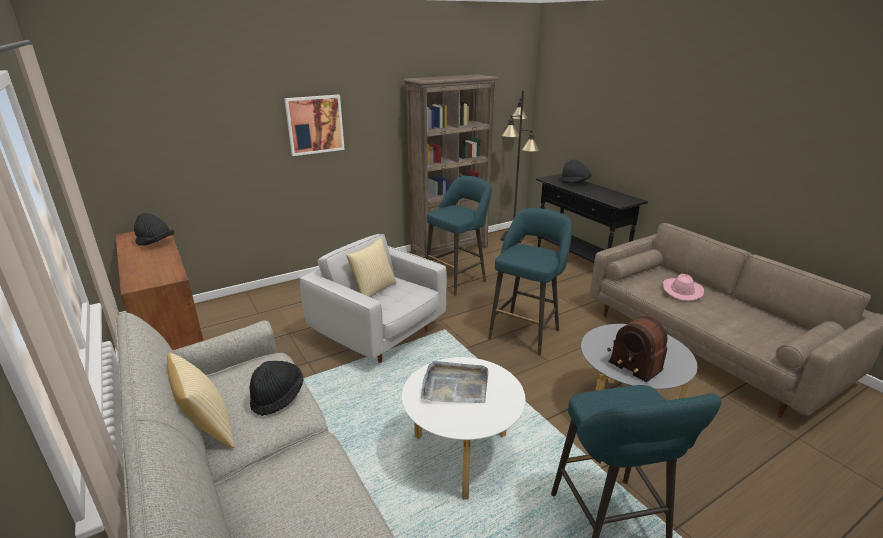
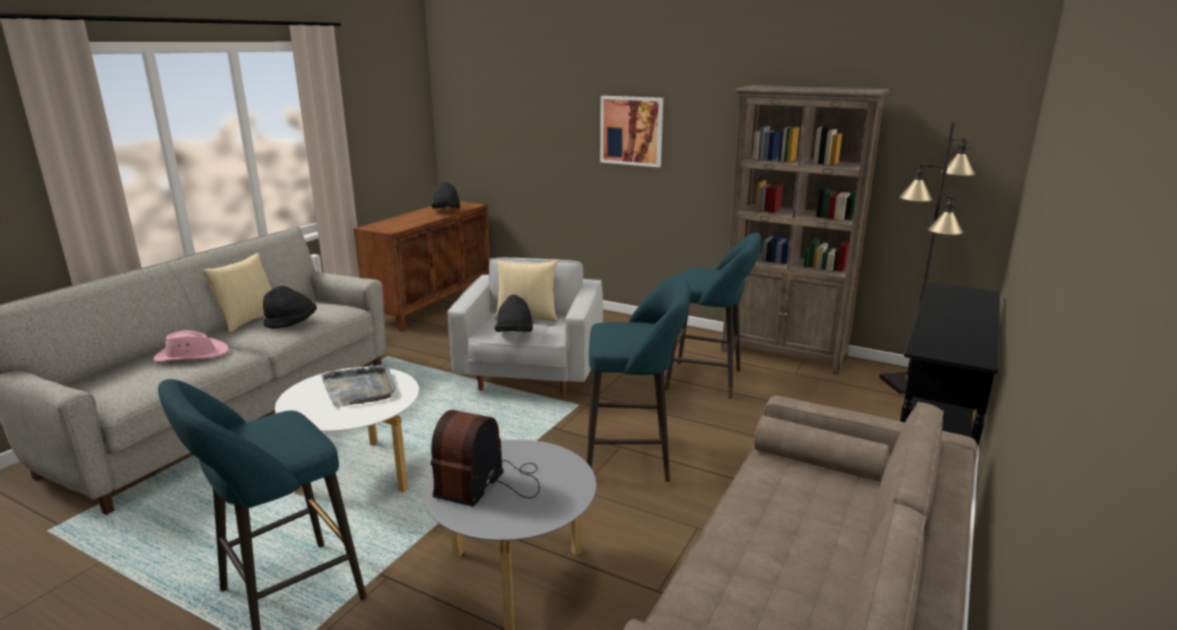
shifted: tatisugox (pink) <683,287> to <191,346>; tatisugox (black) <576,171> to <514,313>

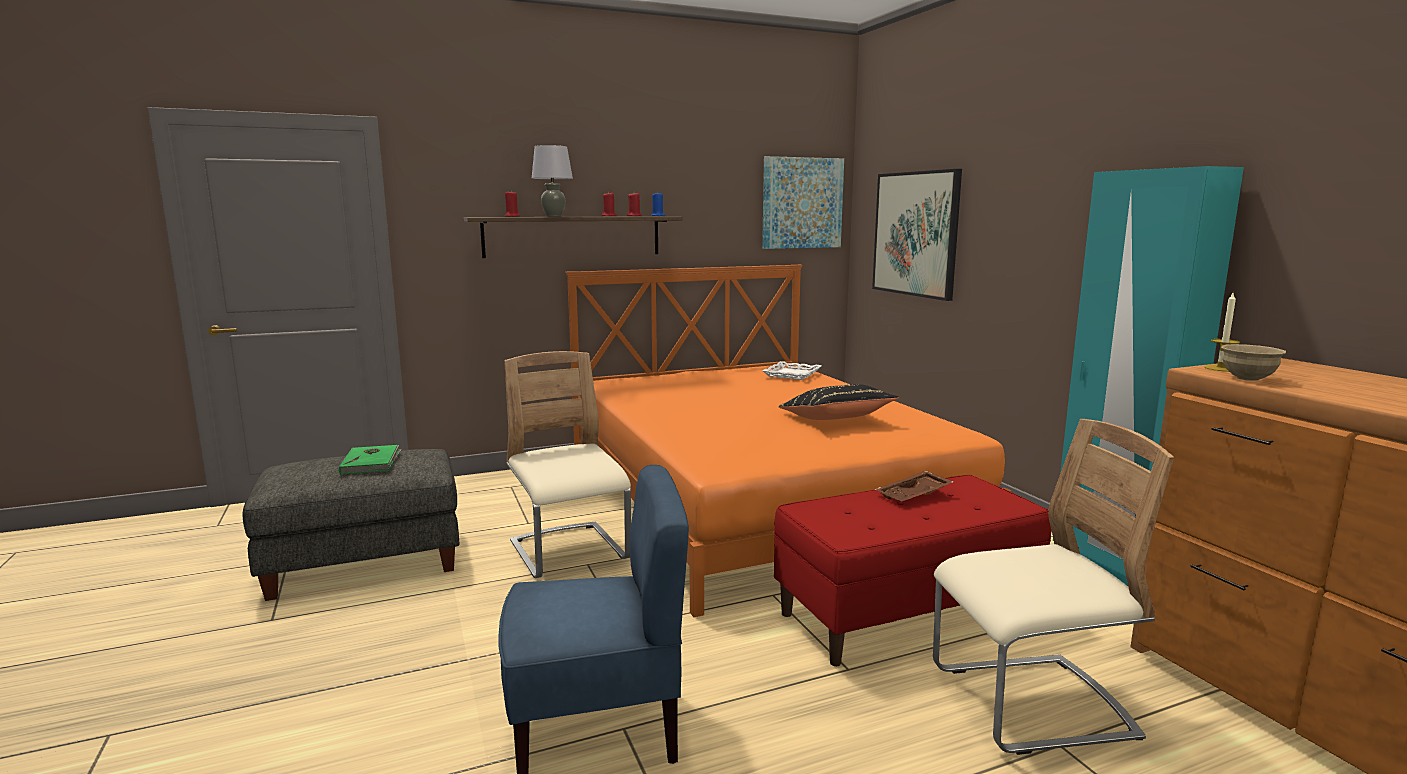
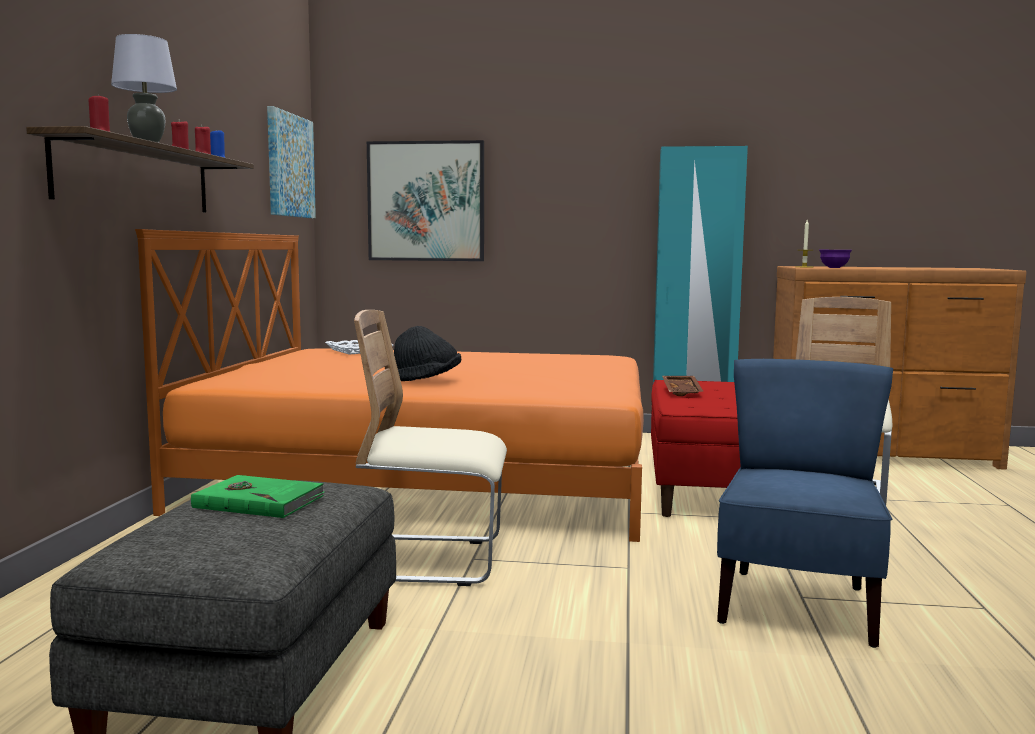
gone: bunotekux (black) <839,402>
new: tatisugox (black) <427,353>
repainted: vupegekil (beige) <1253,362> to vupegekil (purple) <835,259>

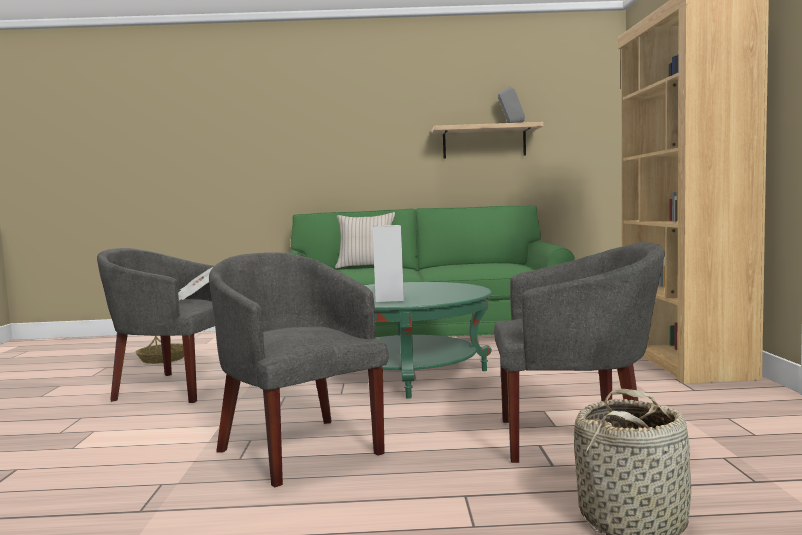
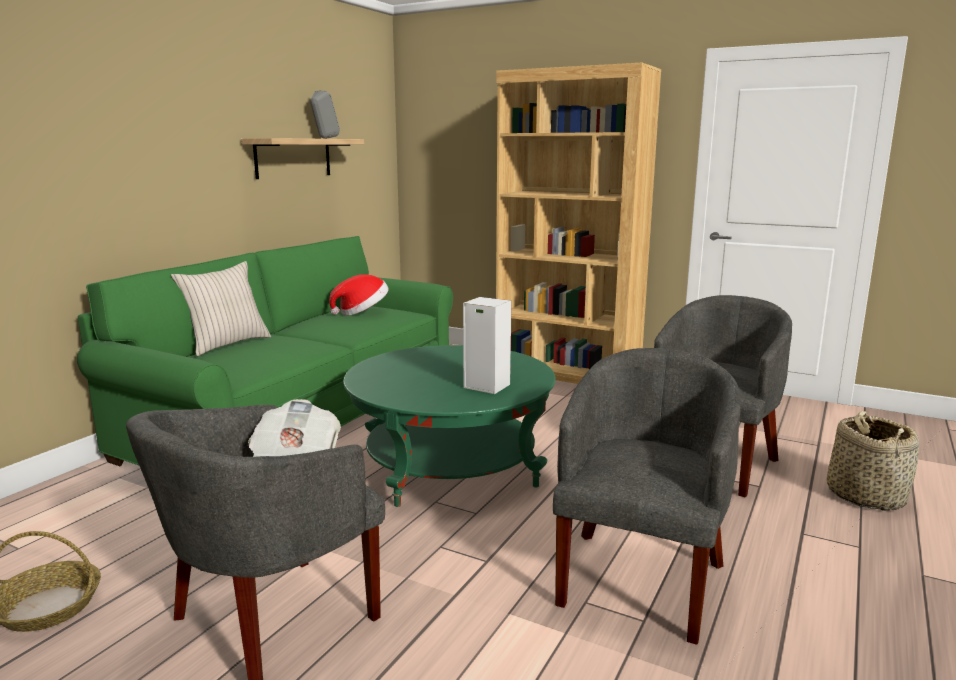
new: tatisugox <359,295>
rotated: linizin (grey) <298,369> = <646,496> 120 degrees clockwise

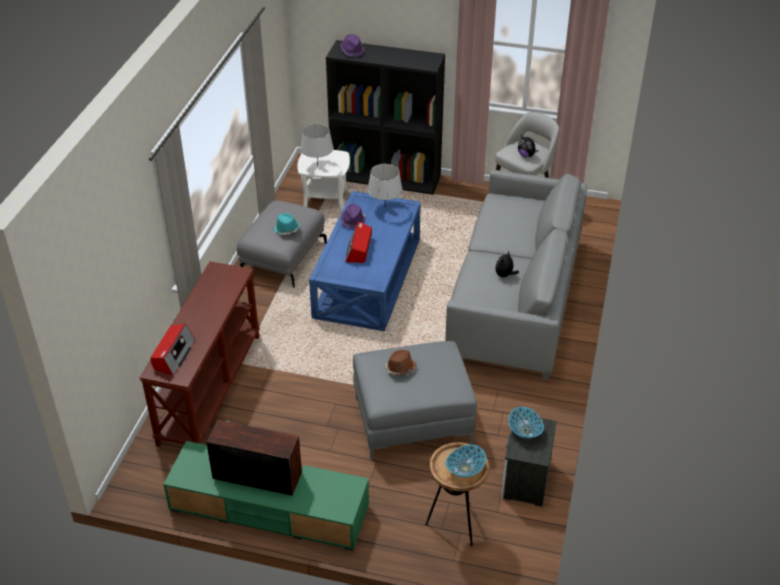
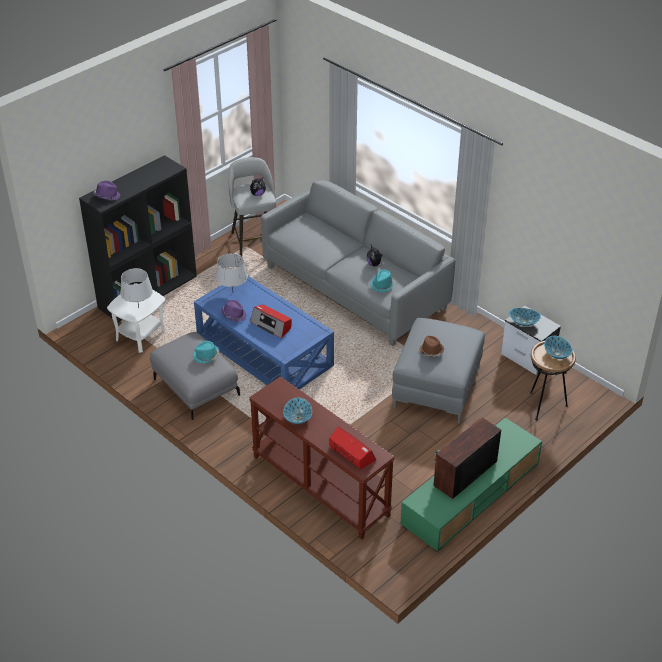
new: vupegekil <297,411>; tatisugox (turquoise) <382,281>

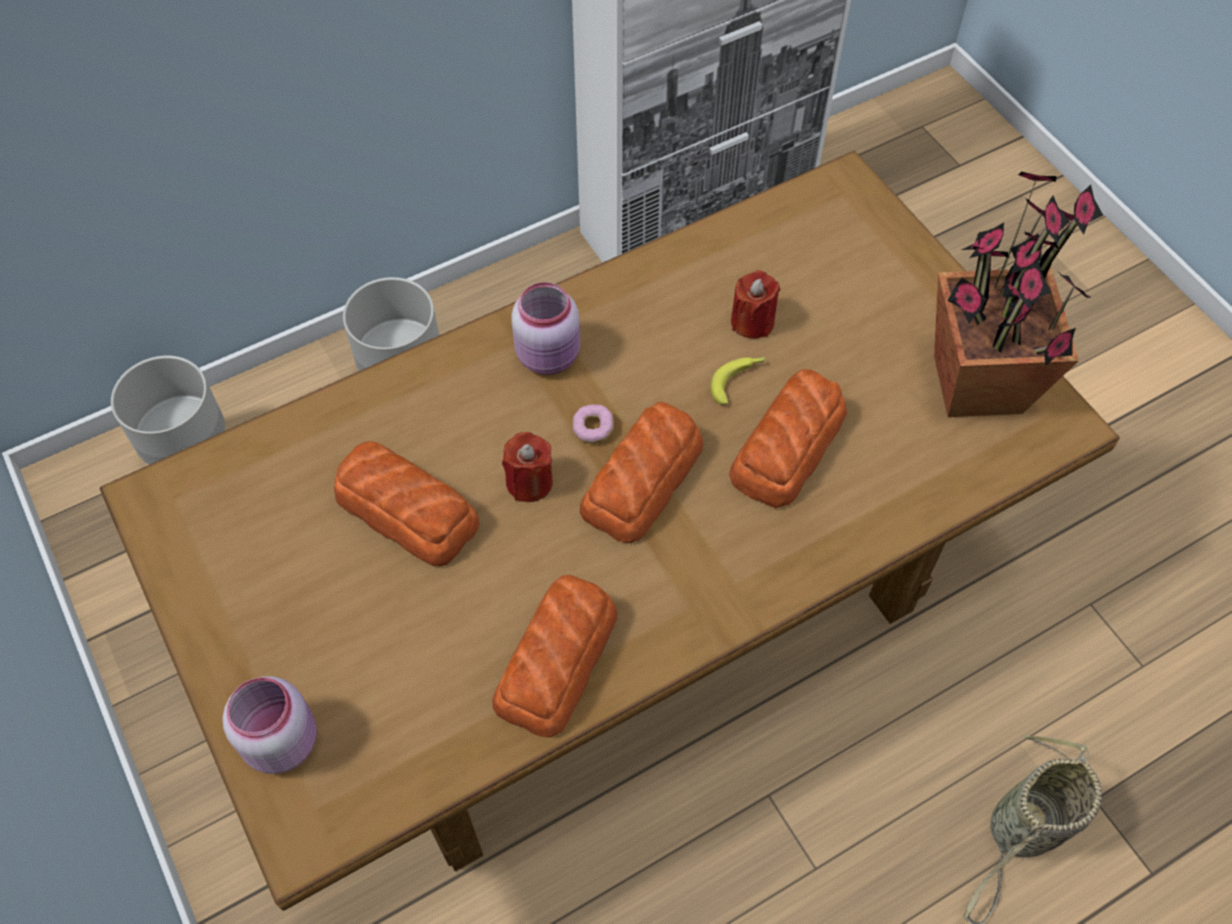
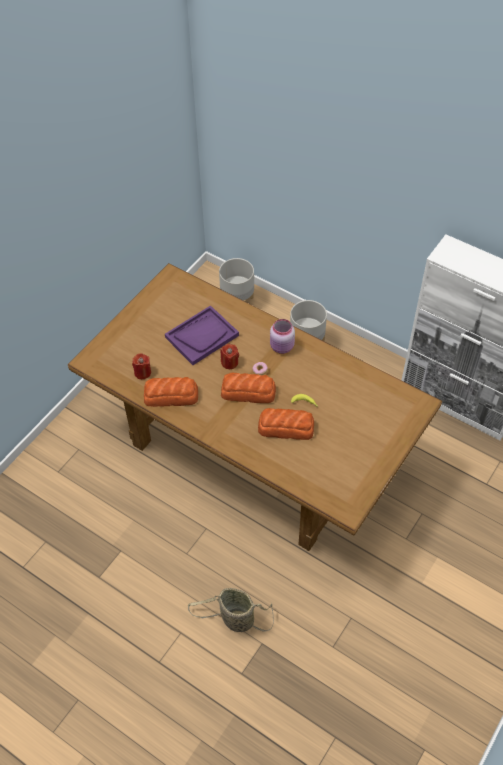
gone: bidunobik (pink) <270,725>; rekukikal <1018,294>
shifted: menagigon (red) <756,304> to <141,366>
swapped: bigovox <406,503> to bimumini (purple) <202,335>

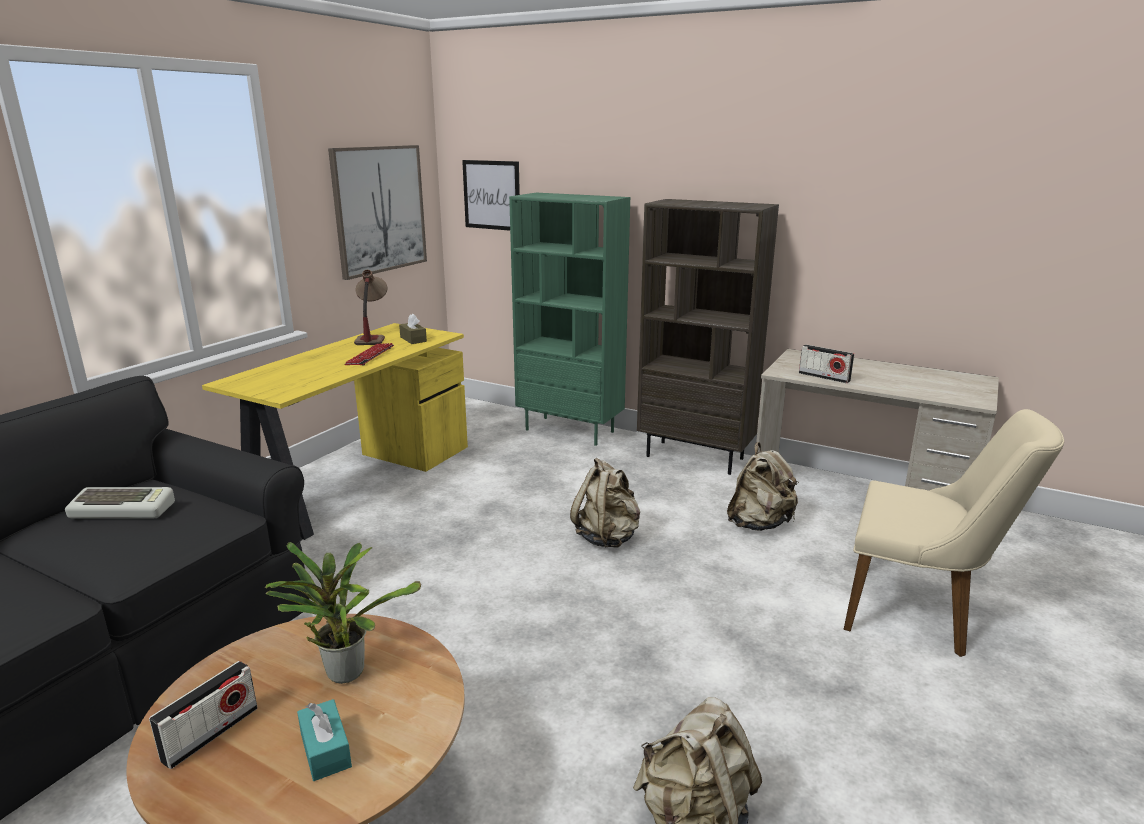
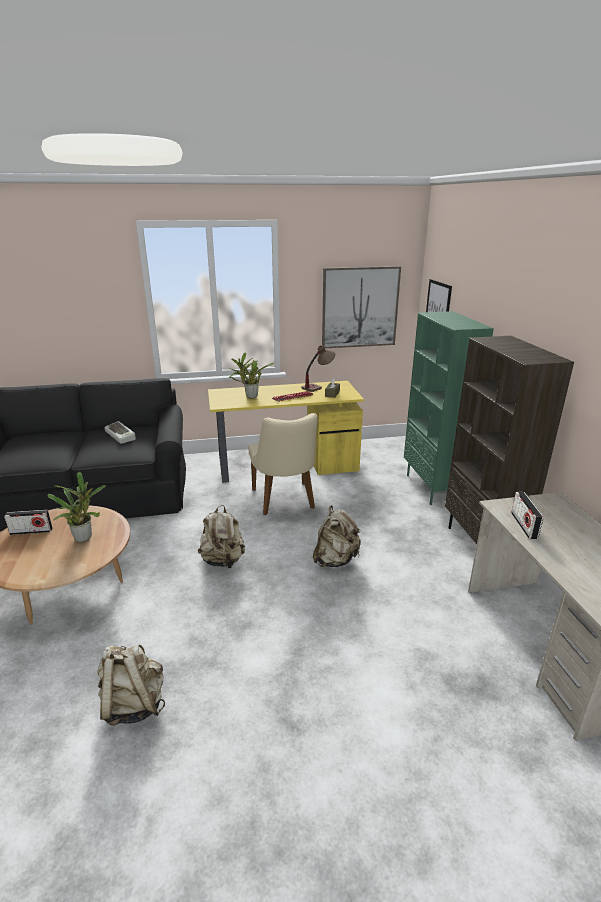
gone: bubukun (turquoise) <324,740>
new: rekukikal <252,375>
shifted: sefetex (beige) <763,486> to <221,537>; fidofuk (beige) <953,533> to <283,464>

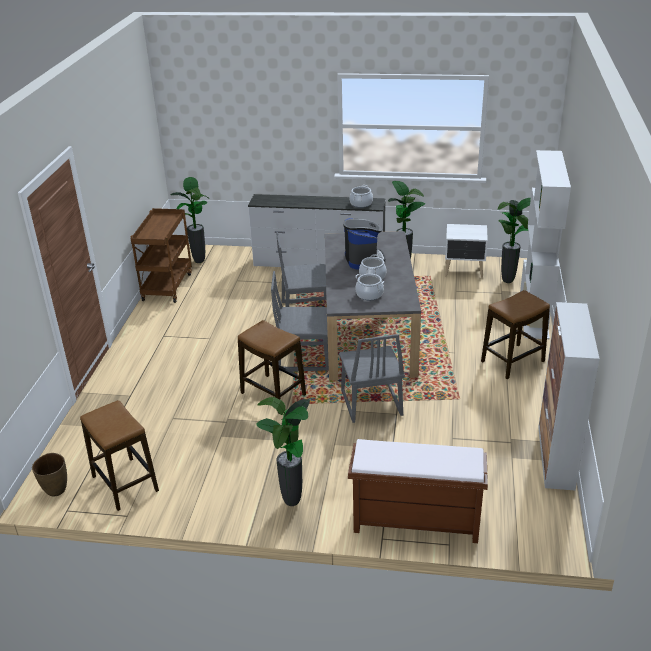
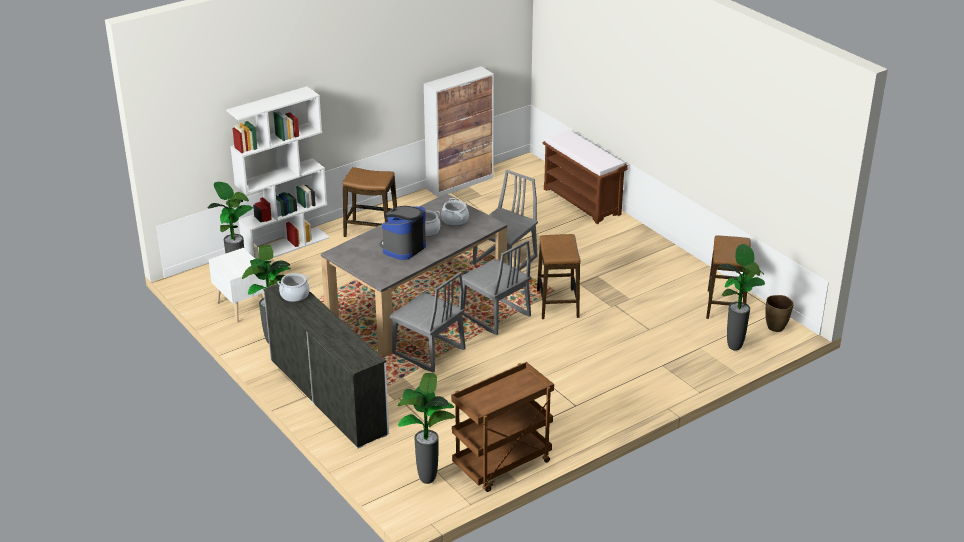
shifted: rekukikal <283,451> to <741,297>

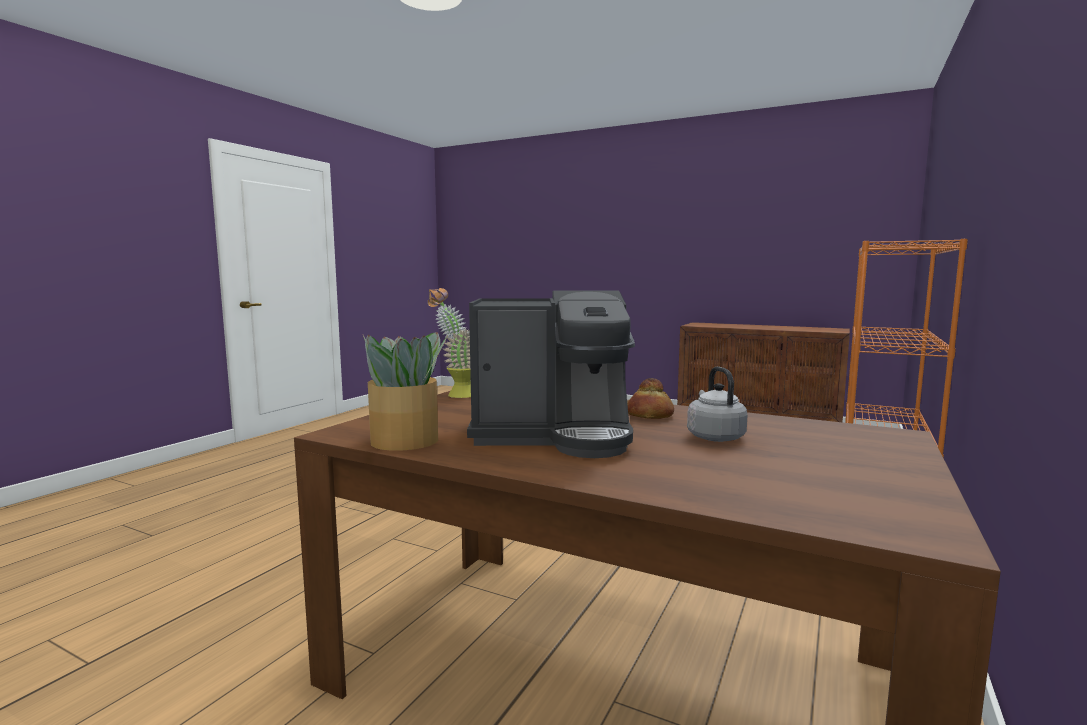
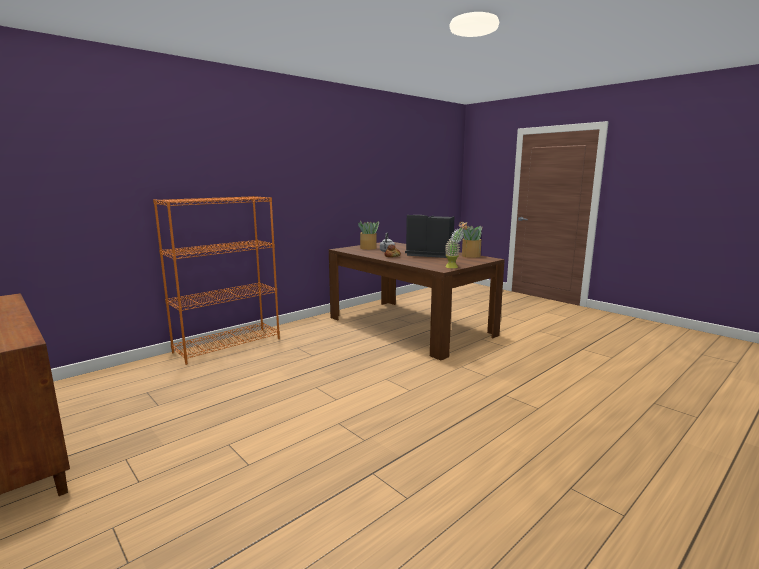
new: rekukikal <368,235>

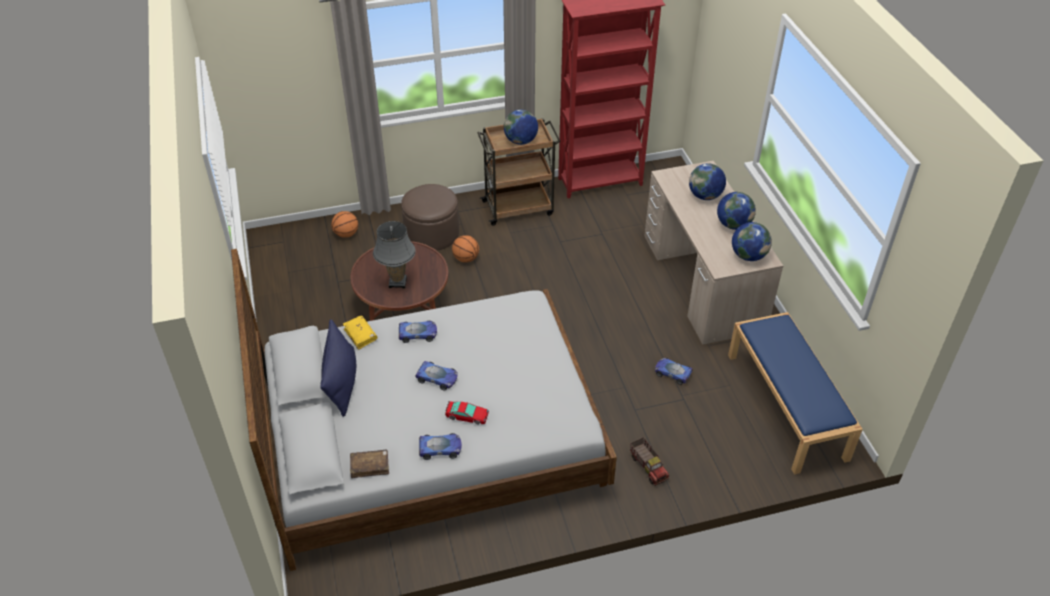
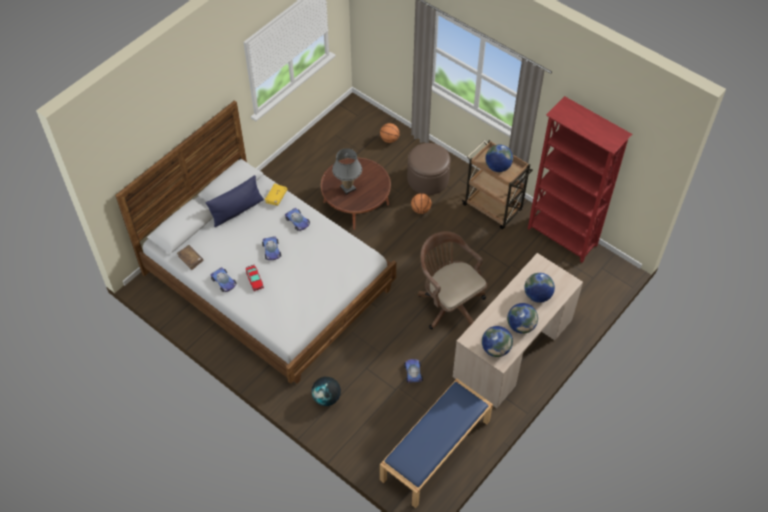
new: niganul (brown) <452,280>
swapped: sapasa <649,461> to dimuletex <326,391>

